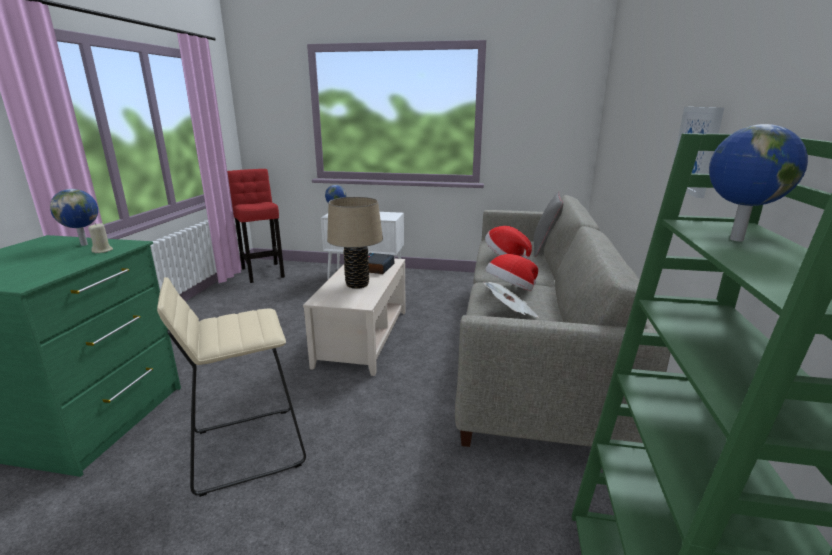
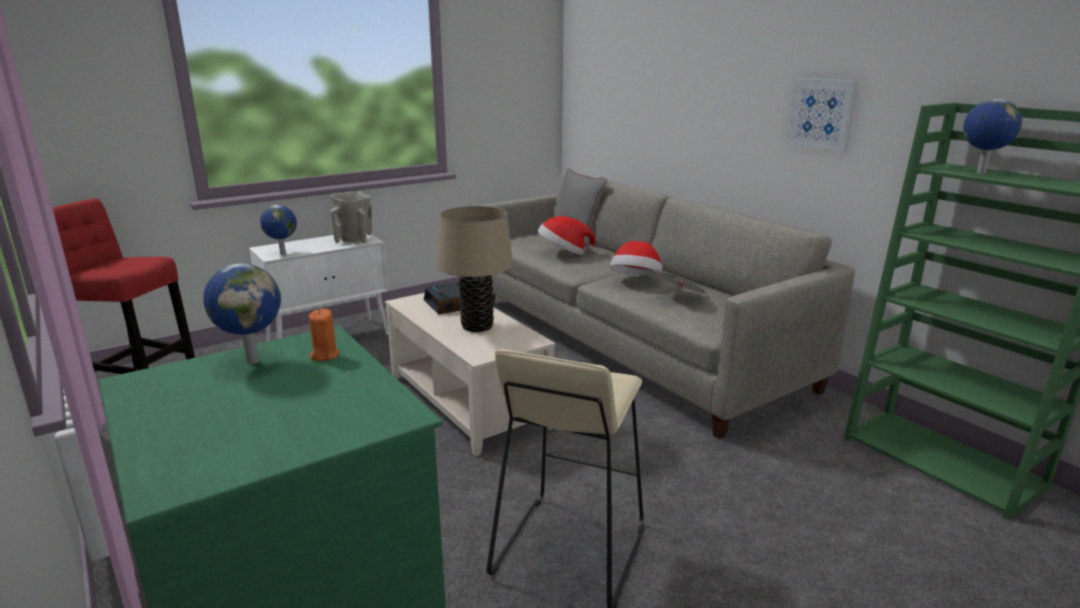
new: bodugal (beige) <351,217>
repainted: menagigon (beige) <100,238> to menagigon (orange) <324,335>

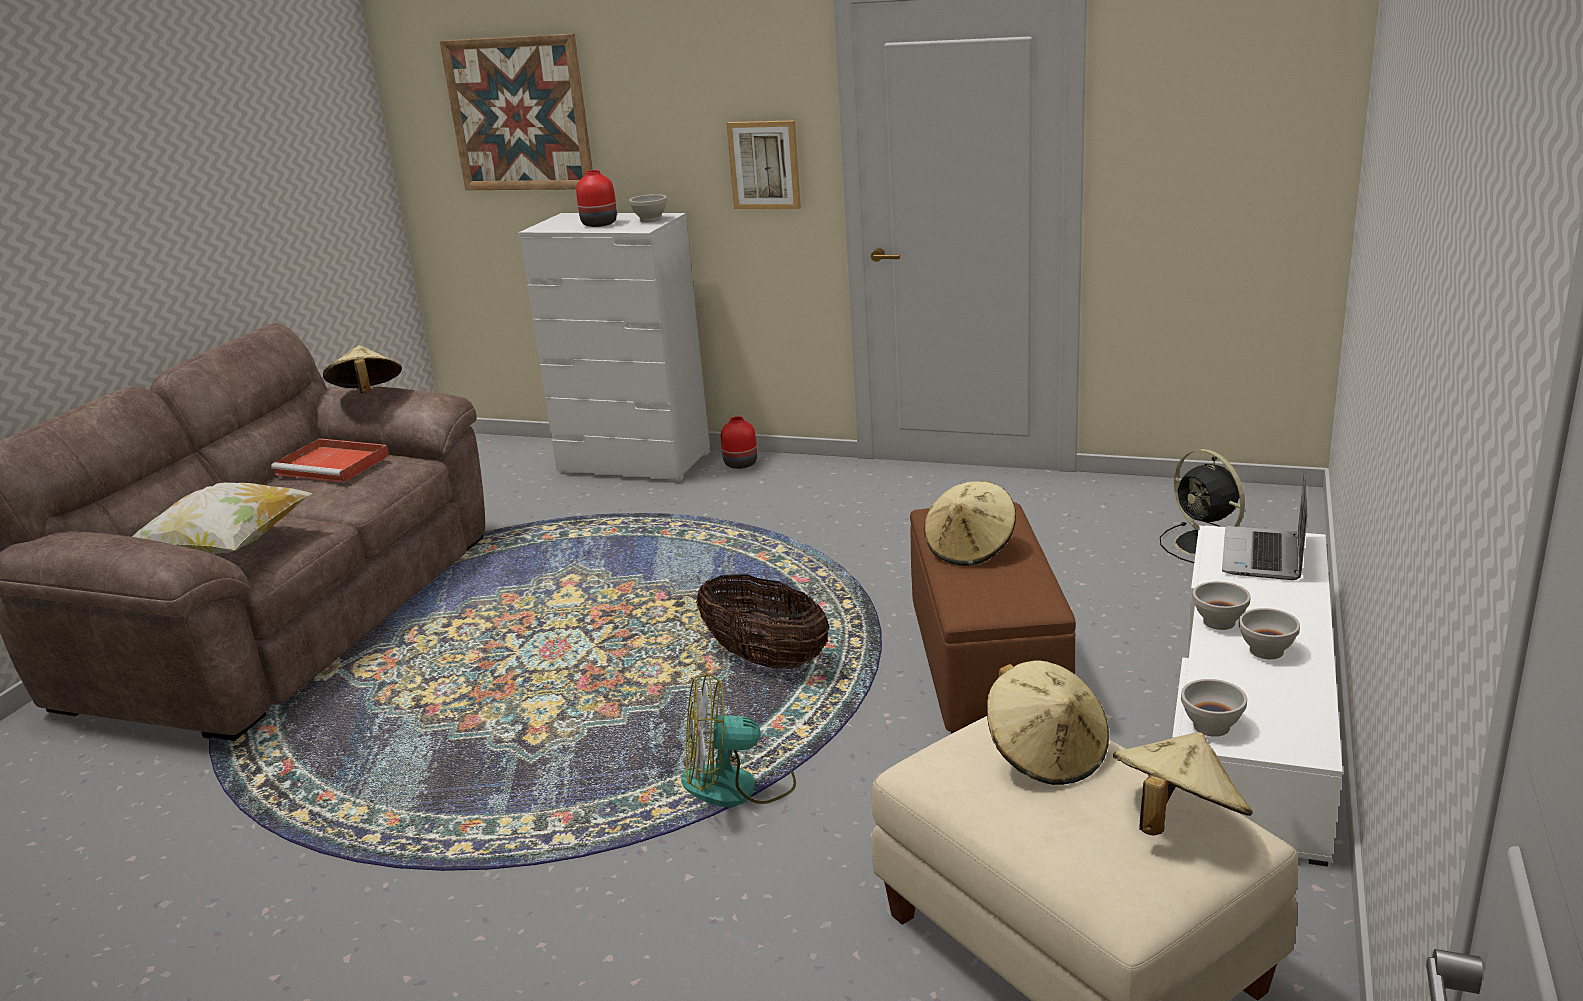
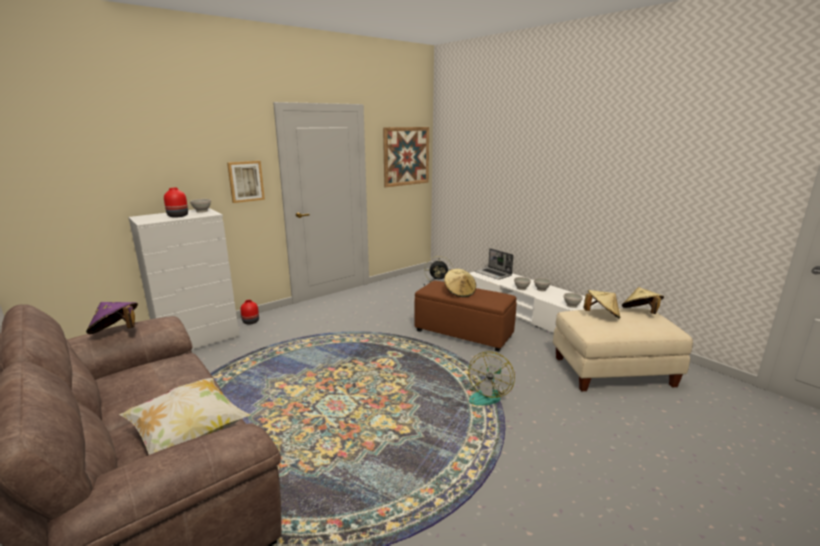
gone: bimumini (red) <330,460>; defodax <762,622>
shifted: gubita <516,112> to <406,157>
repainted: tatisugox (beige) <362,369> to tatisugox (purple) <112,318>

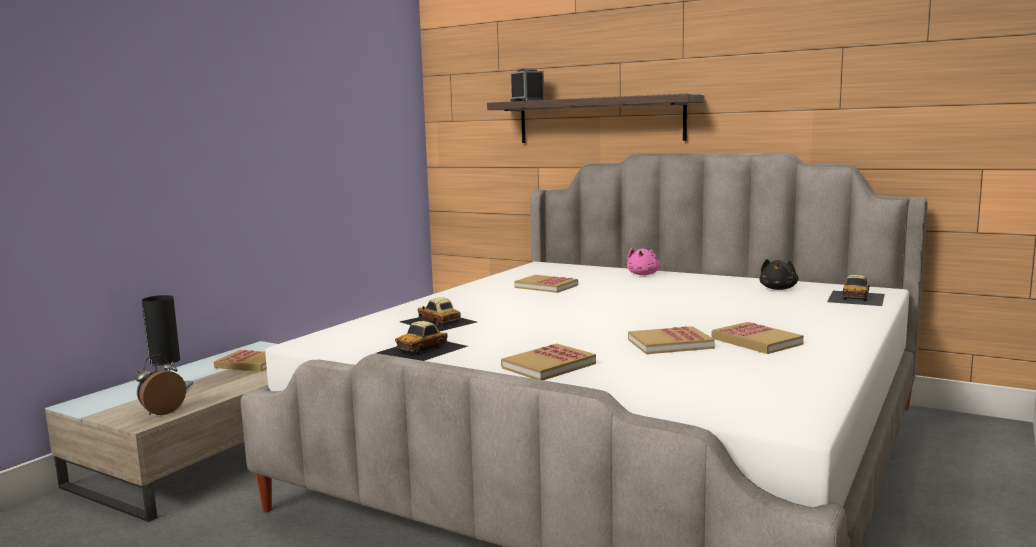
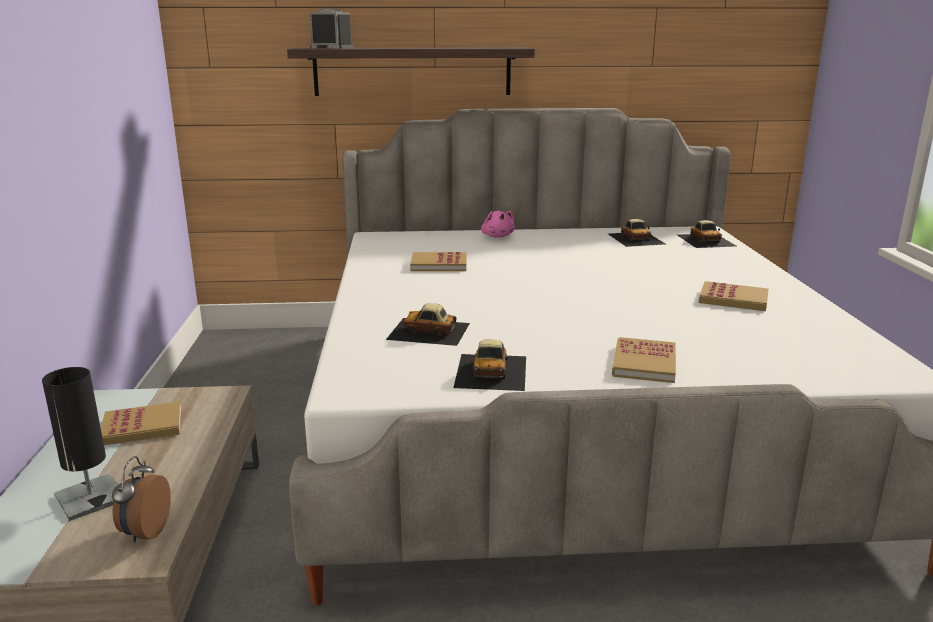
gone: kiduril <671,340>
swapped: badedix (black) <778,274> to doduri <636,233>

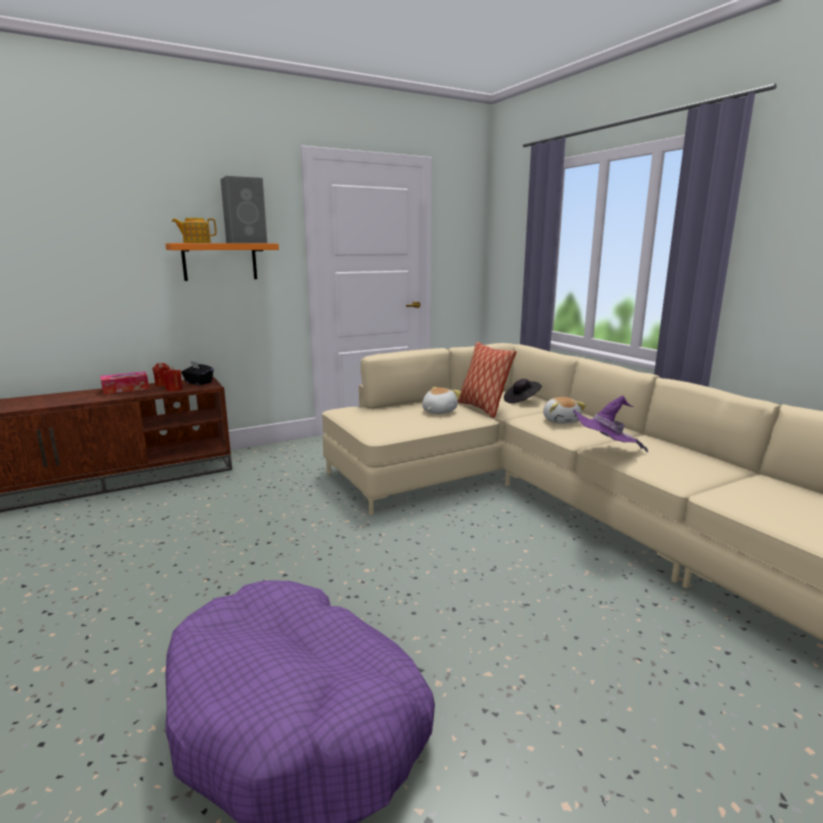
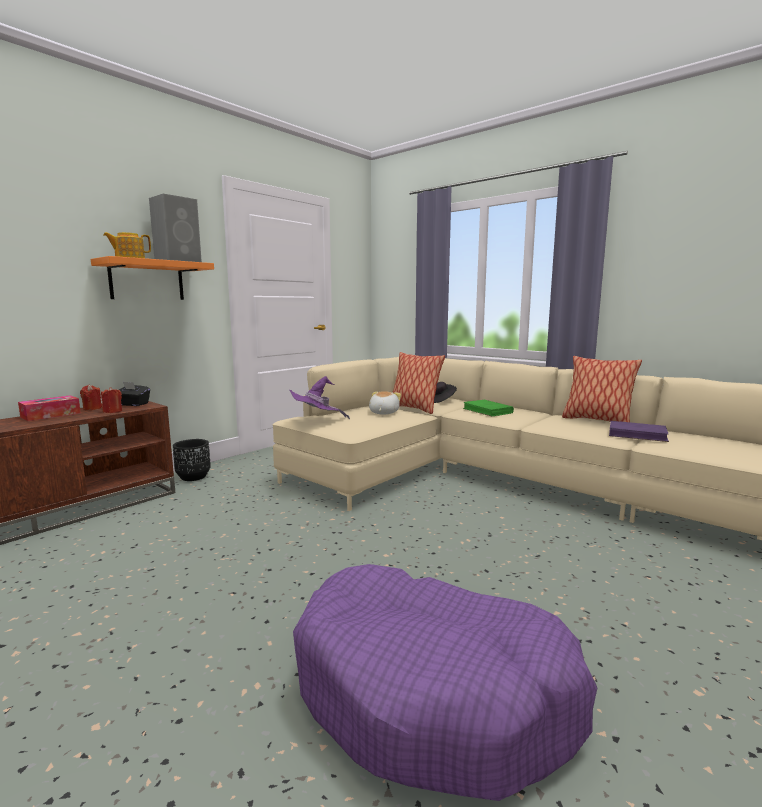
new: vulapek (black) <192,460>; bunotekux <602,389>; kiduril (purple) <639,431>
shifted: tatisugox (purple) <610,424> to <319,397>
swapped: badedix <564,410> to kiduril (green) <488,408>

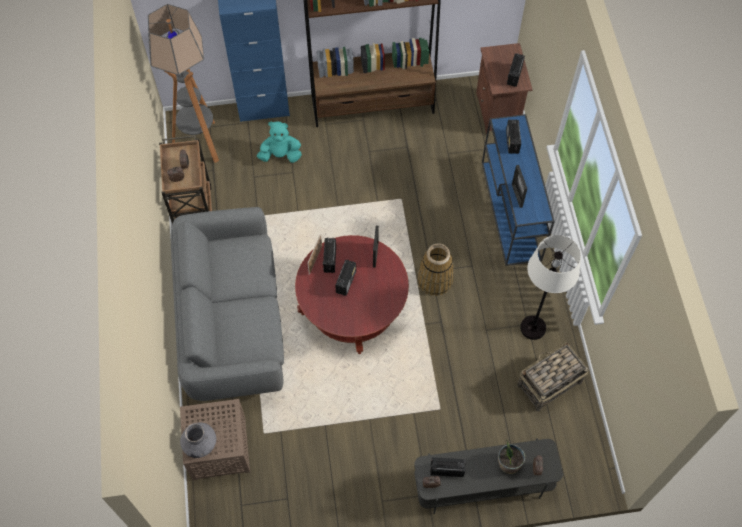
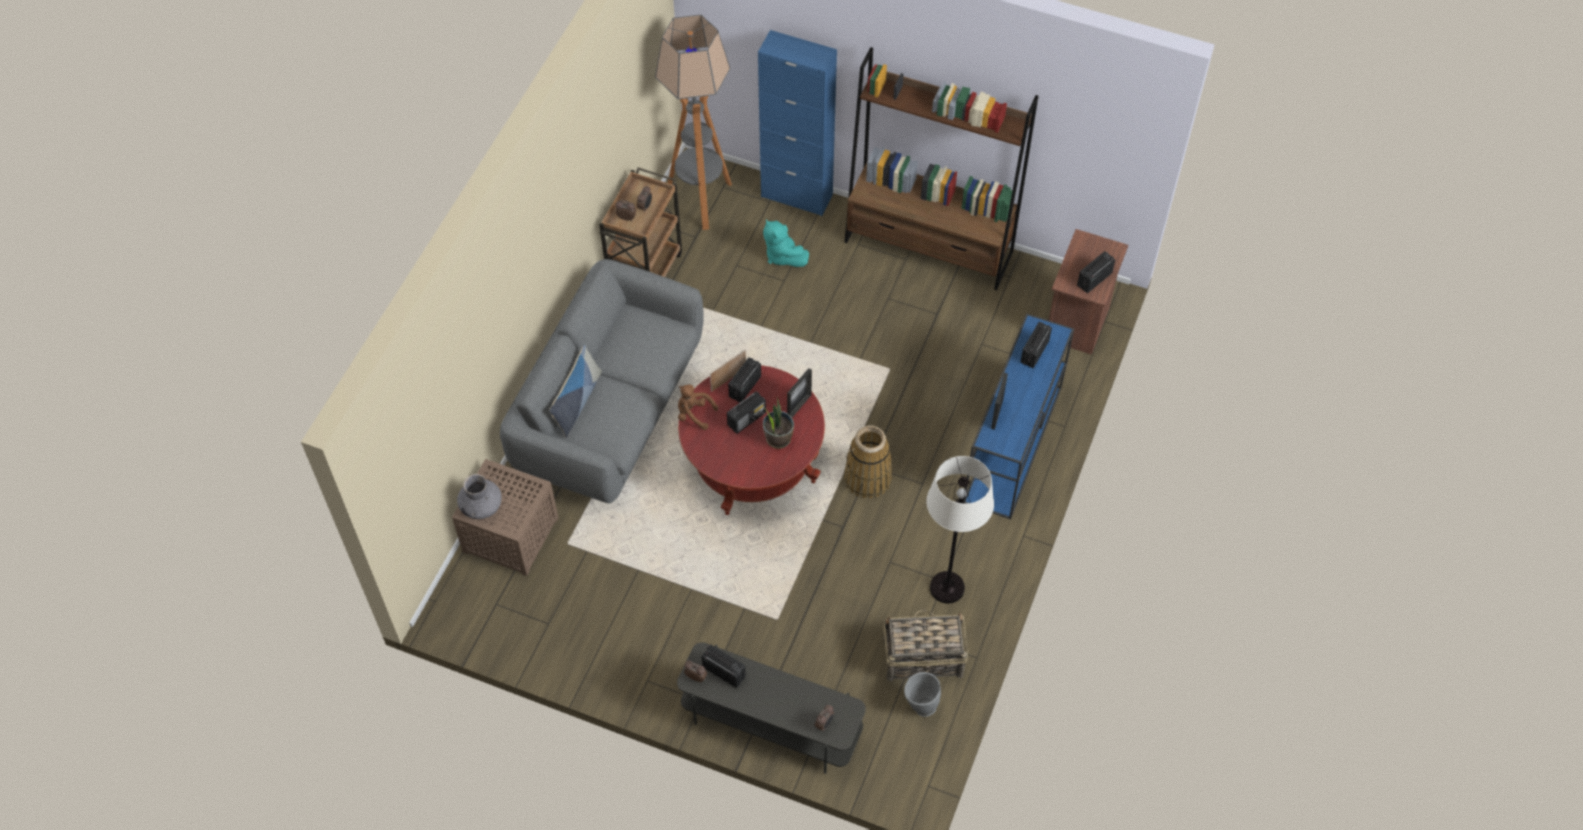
new: bunotekux <575,391>; badedix (brown) <698,407>; bodugal (grey) <922,694>
shifted: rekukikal <511,456> to <778,423>
rotated: badedix (turquoise) <279,142> = <786,243> 150 degrees counterclockwise

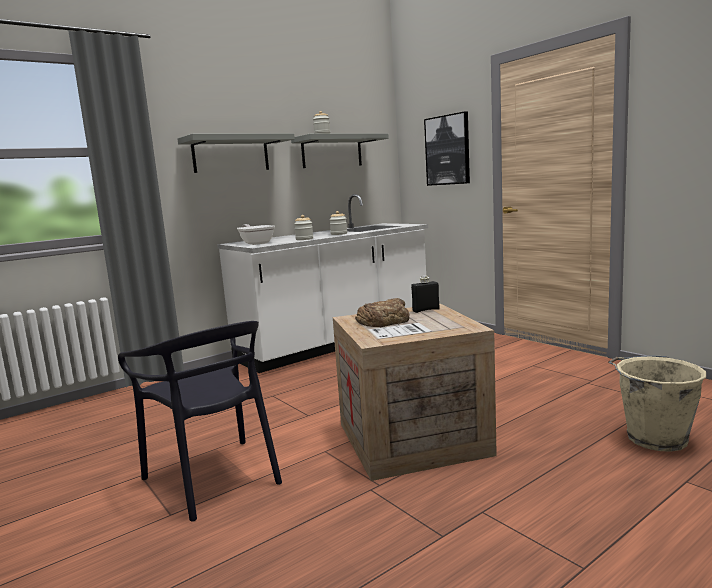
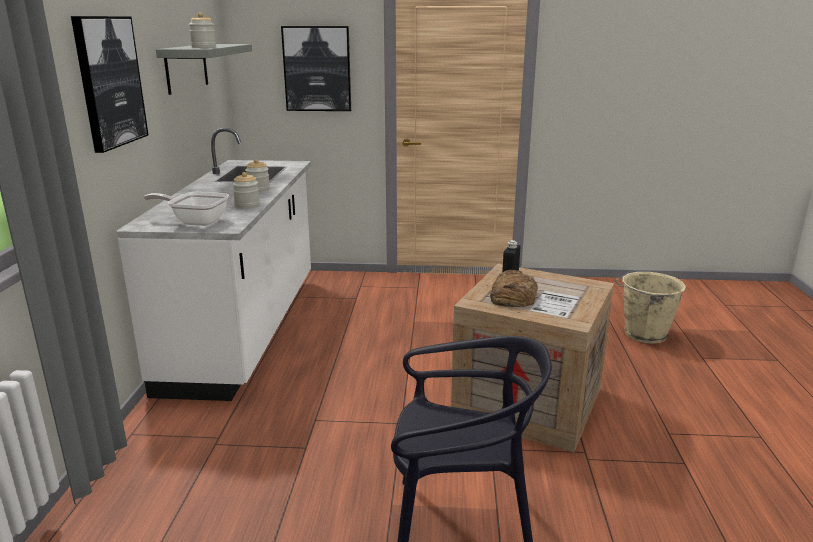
swapped: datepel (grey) <236,153> to gubita <110,84>

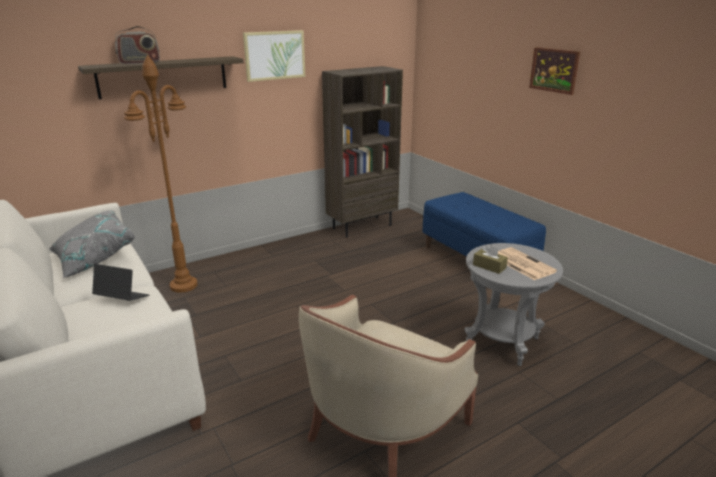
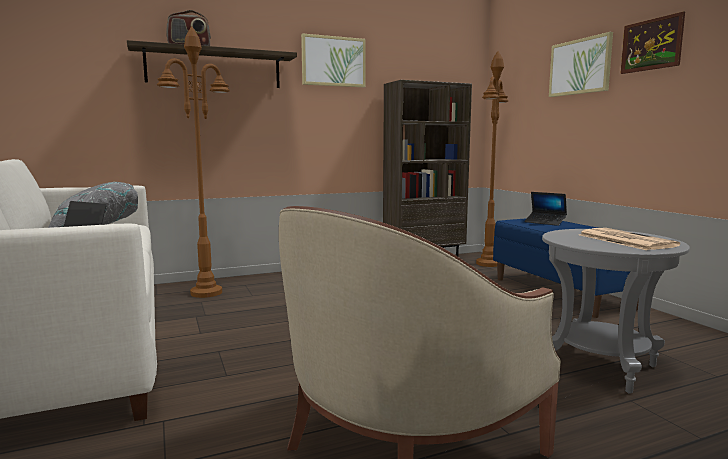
gone: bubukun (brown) <490,259>
new: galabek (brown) <492,159>; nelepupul <545,209>; gubita <581,64>

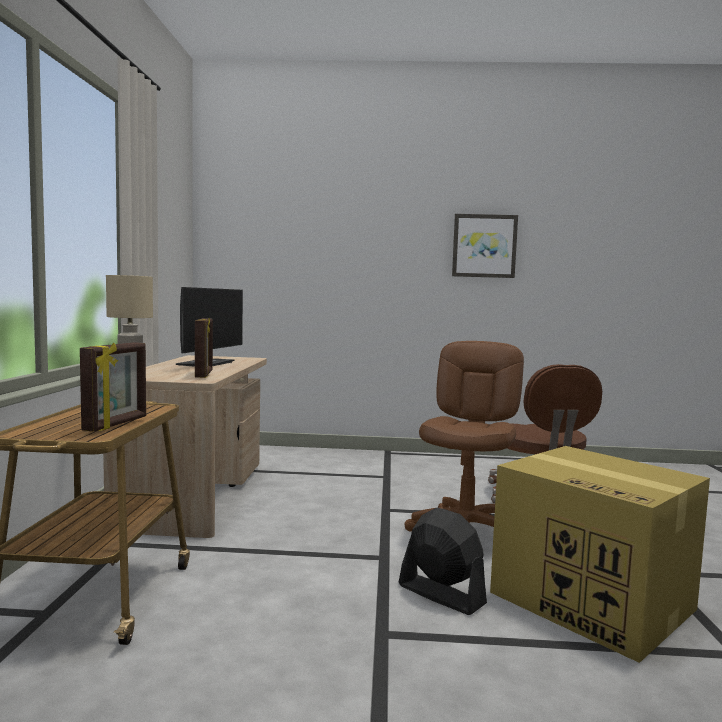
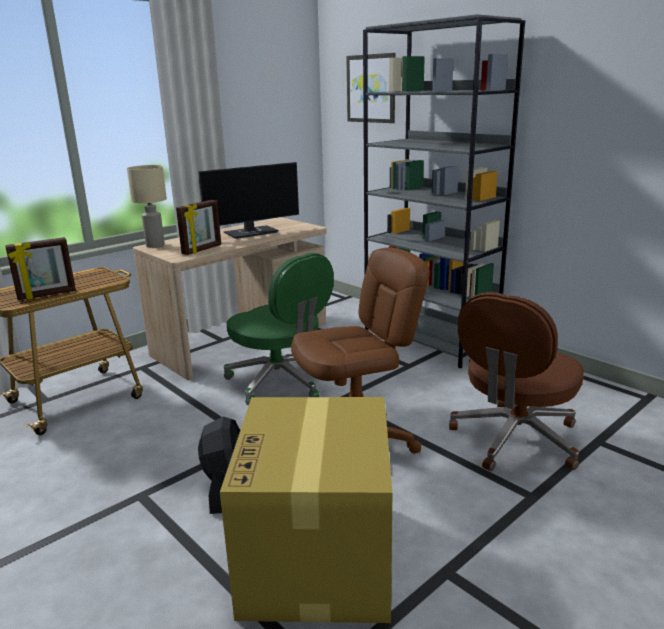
new: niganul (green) <279,329>; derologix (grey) <444,191>
shifted: gubita <485,246> to <370,88>

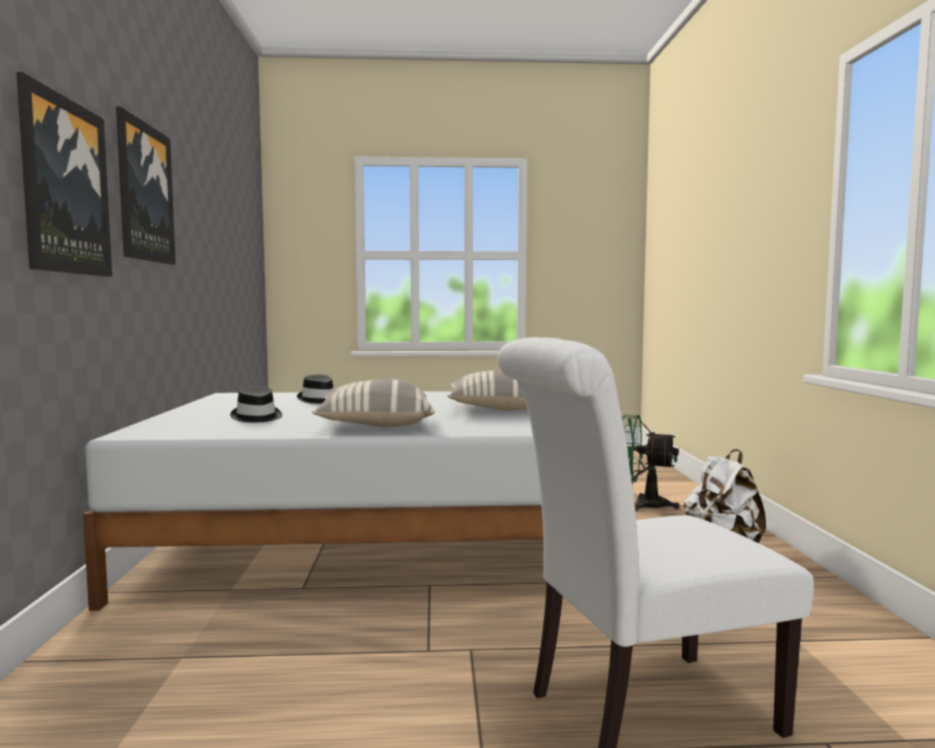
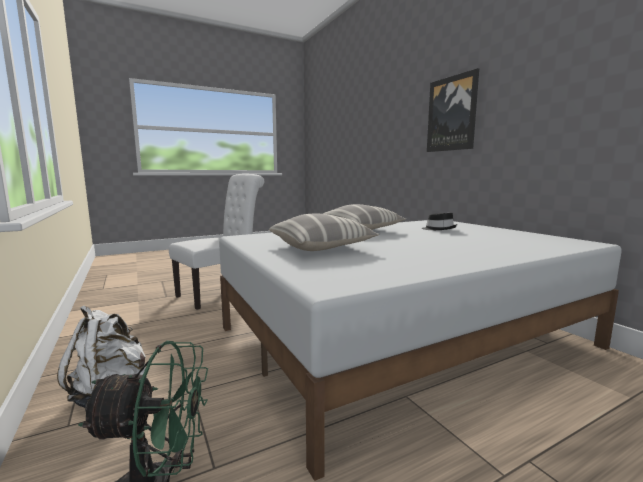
gone: gubita <146,185>; tatisugox (black) <315,389>

